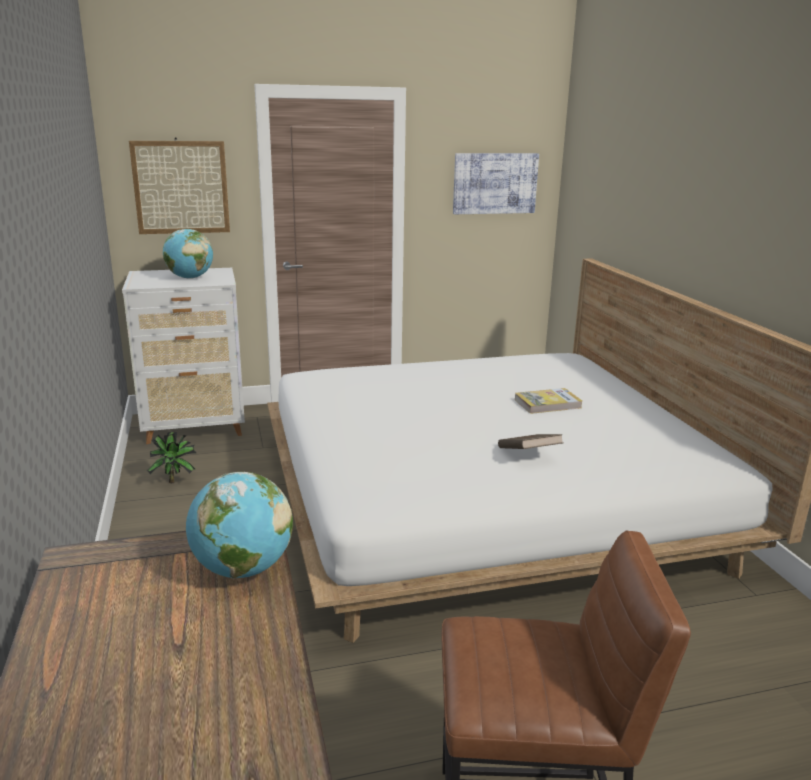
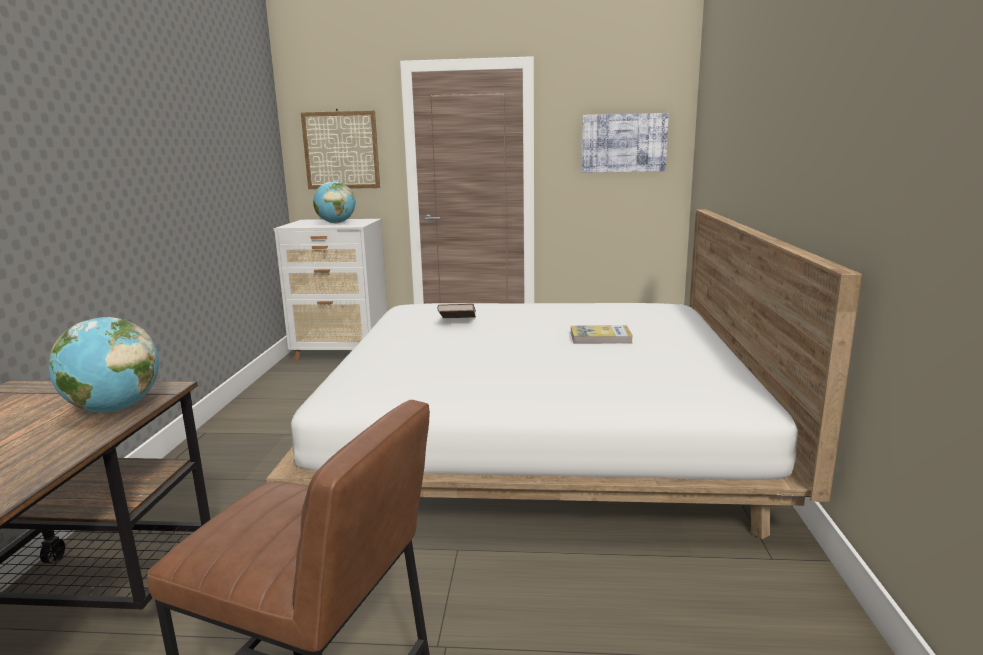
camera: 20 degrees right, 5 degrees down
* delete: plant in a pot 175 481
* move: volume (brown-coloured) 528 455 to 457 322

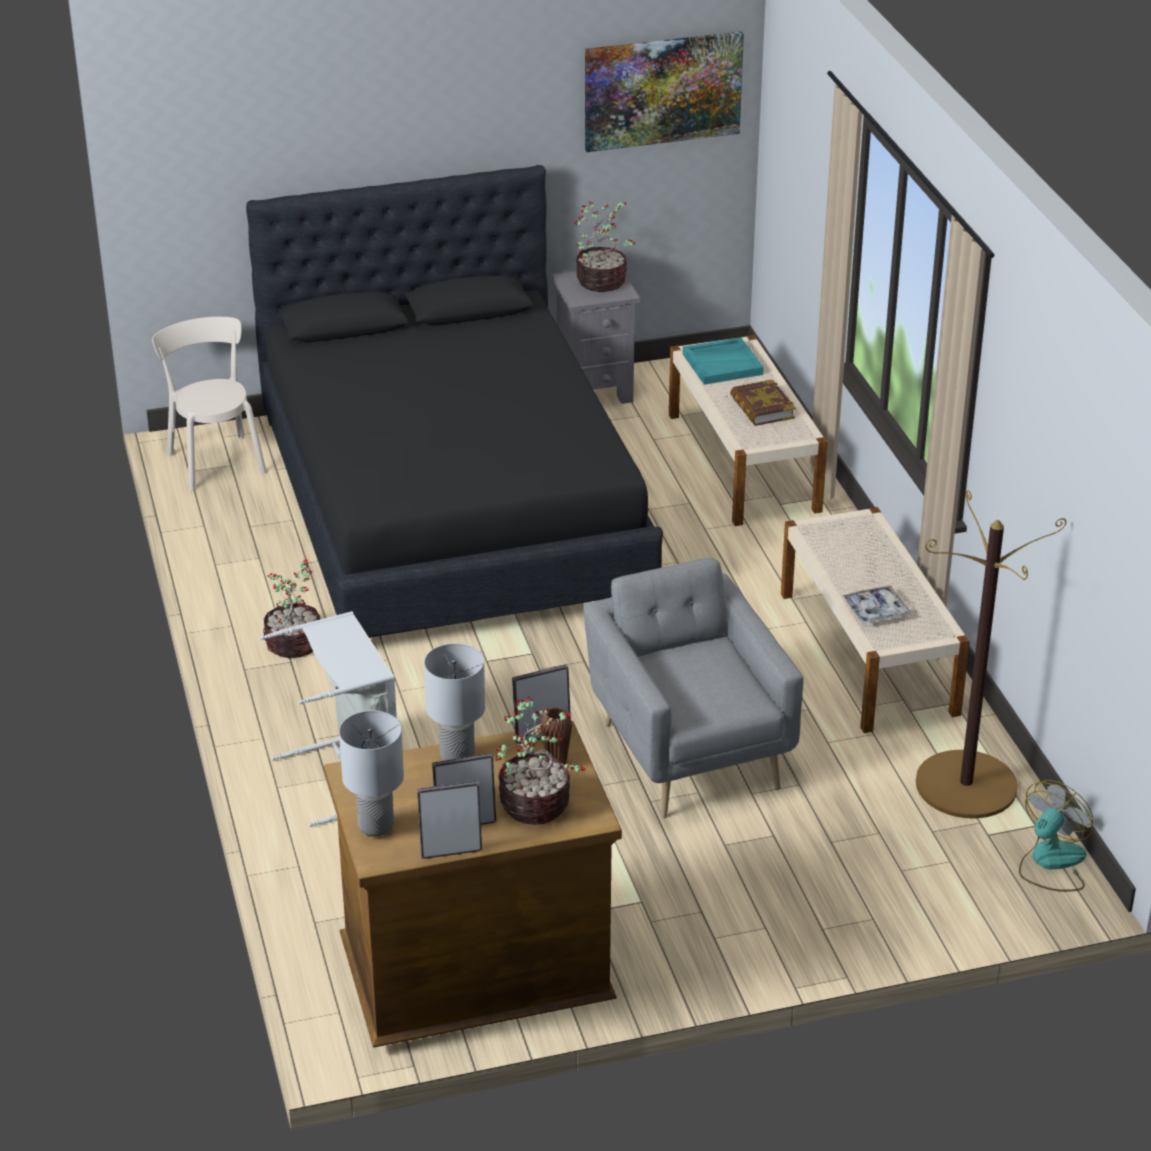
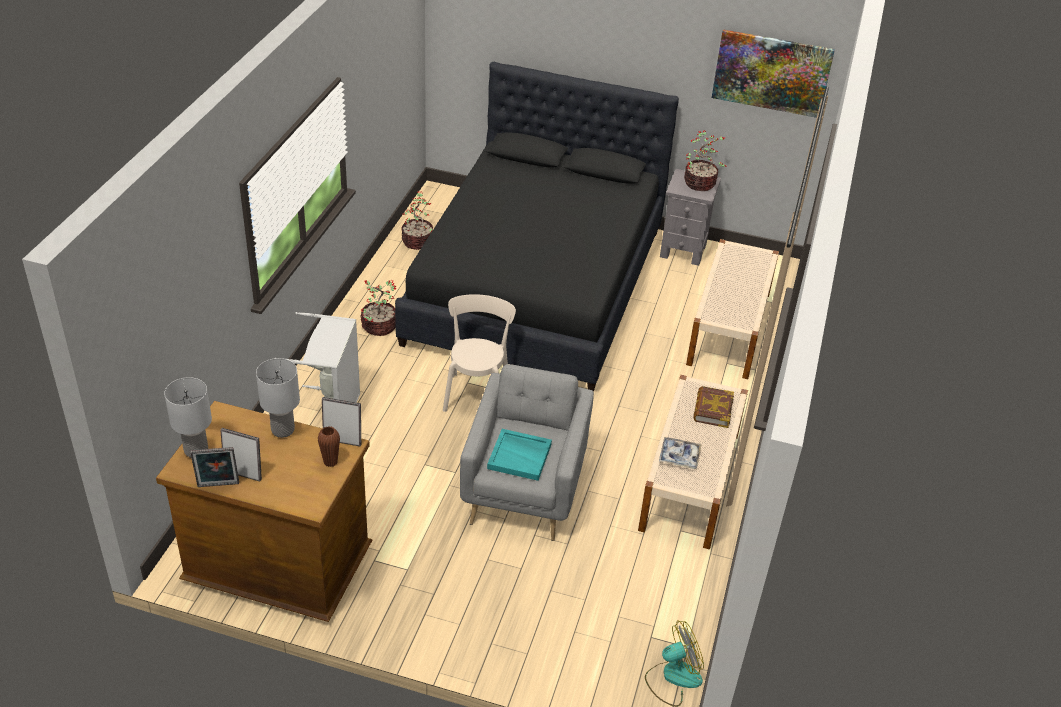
camera: 30 degrees right, 5 degrees up
* delete: clothes rack (brown-coloured) 966 785
* move: plain chair (beige) 215 460 to 477 393
* move: plant in a pot 537 805 to 418 242
* move: tray (blue-green) 723 364 to 520 456
* move: volume 762 408 to 712 410
* rotate: photo frame 451 850 = 218 486 150 degrees clockwise

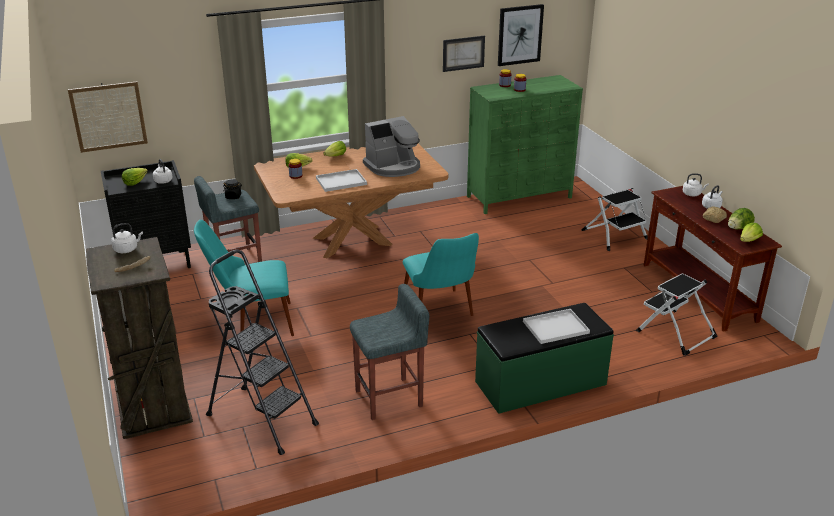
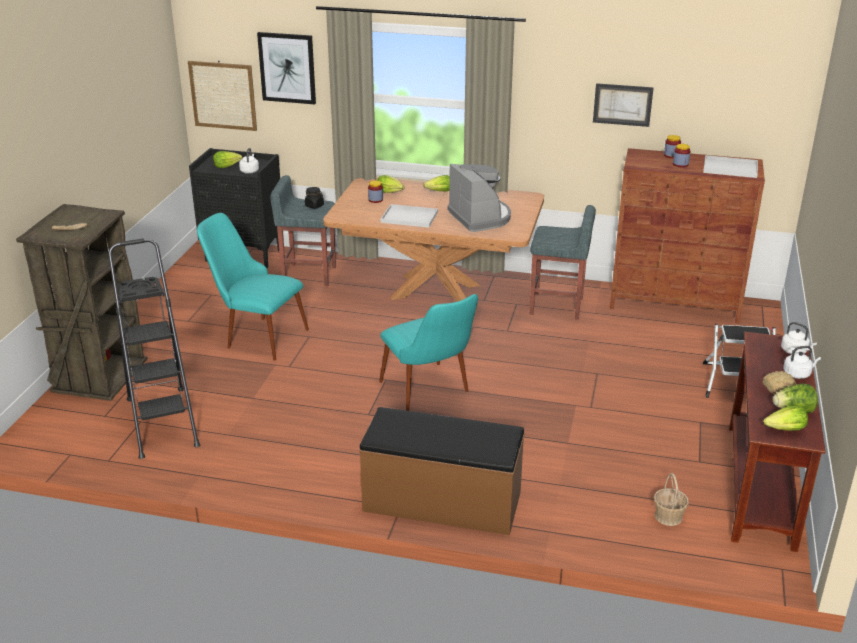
camera: 35 degrees right, 0 degrees up
* delete: tea kettle (whitish) 127 249
* move: sitting stool (gray) 390 398 to 557 306
* move: wall picture 520 35 to 287 68
* move: tray (whitish) 555 328 to 729 168
* replace: step stool 676 332 to household basket 668 516
* recolor: dresser (green) 519 197 to dresser (brown-coloured) 674 303
* recolor: bench (green) 541 383 to bench (brown-coloured) 442 502
* rotate: coffee machine 393 167 = 480 217 120 degrees counterclockwise
* rotate: plain chair (blue-green) 441 314 = 431 394 45 degrees counterclockwise

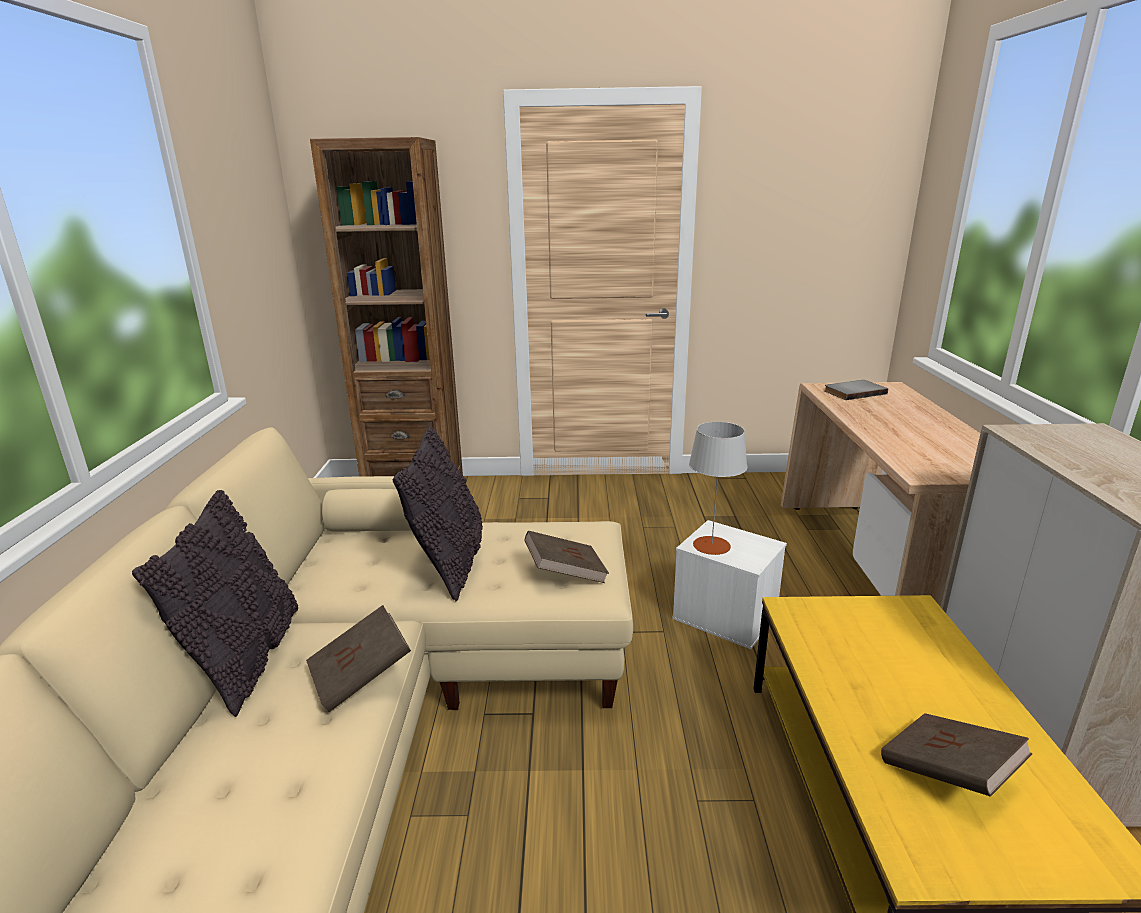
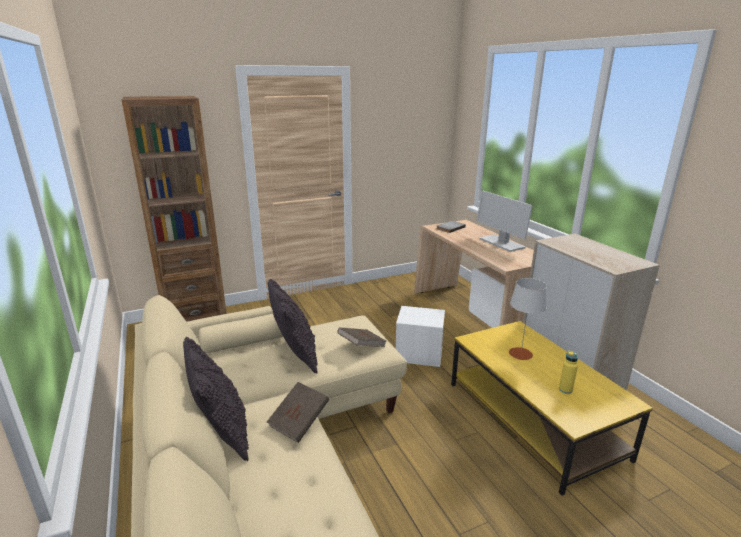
camera: 25 degrees left, 0 degrees up
* insert: computer screen 501 243
* move: tabletop lamp (gray) 711 545 to 520 353
* replace: volume (brown-coloured) 948 773 to drink bottle (yellow-coloured) 565 389

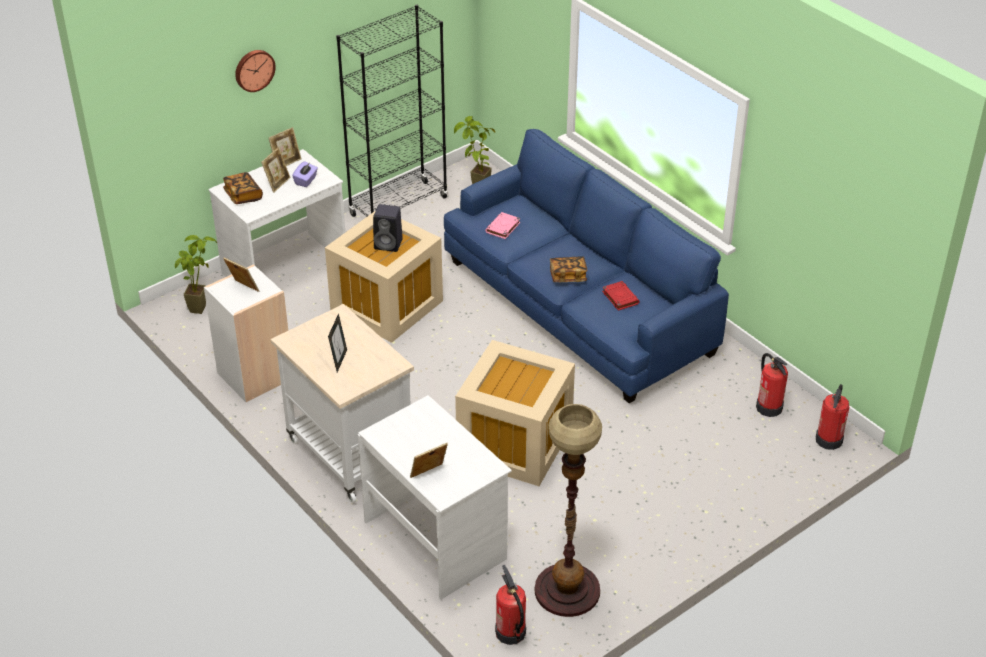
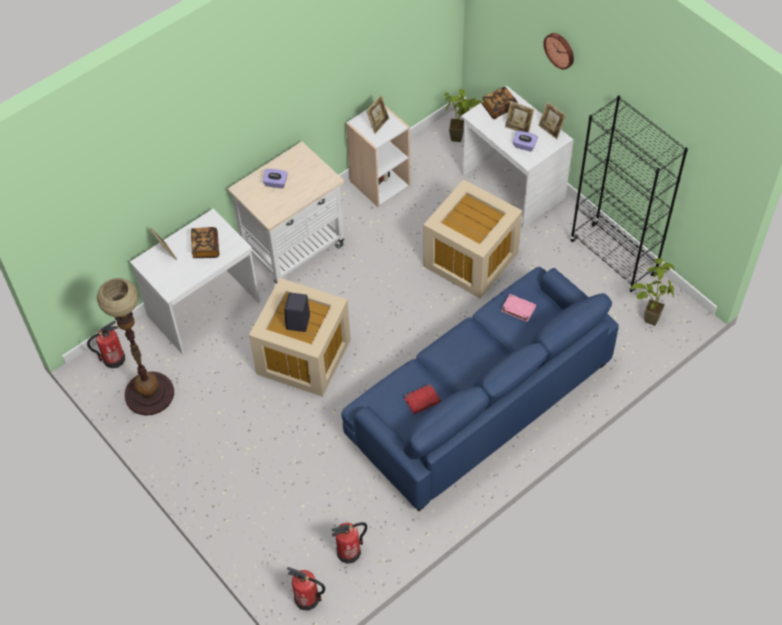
camera: 90 degrees right, 15 degrees up
* move: audio speaker (black) 389 244 to 298 323
* move: volume 568 276 to 205 247
* replace: photo frame 339 360 to tissue box (purple) 275 183

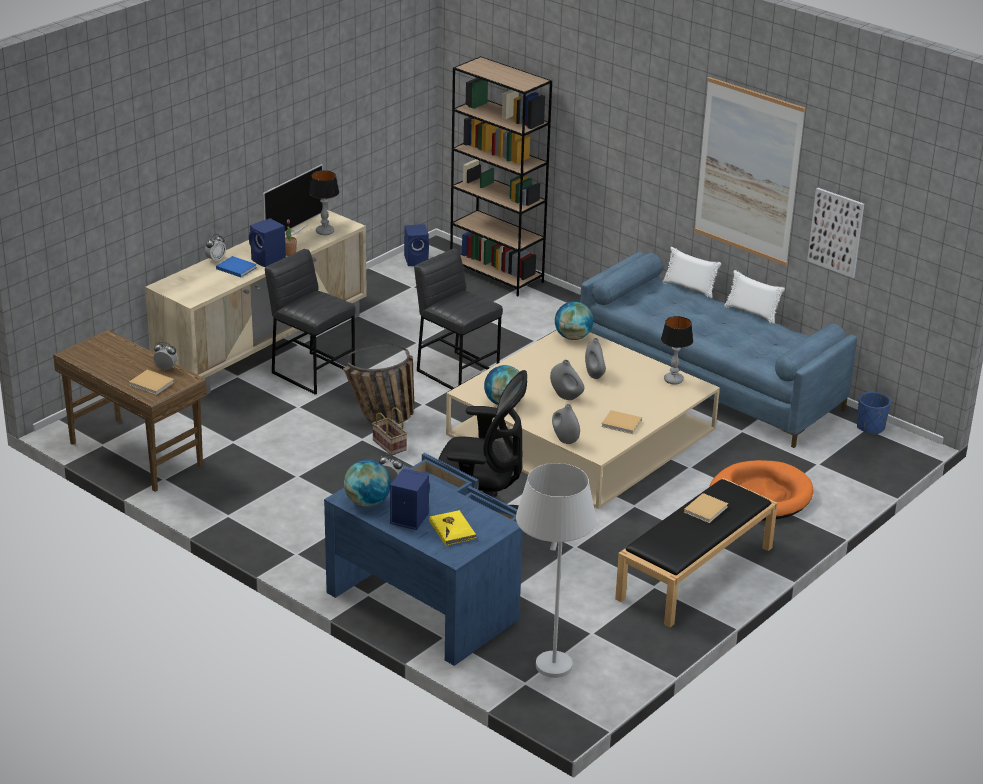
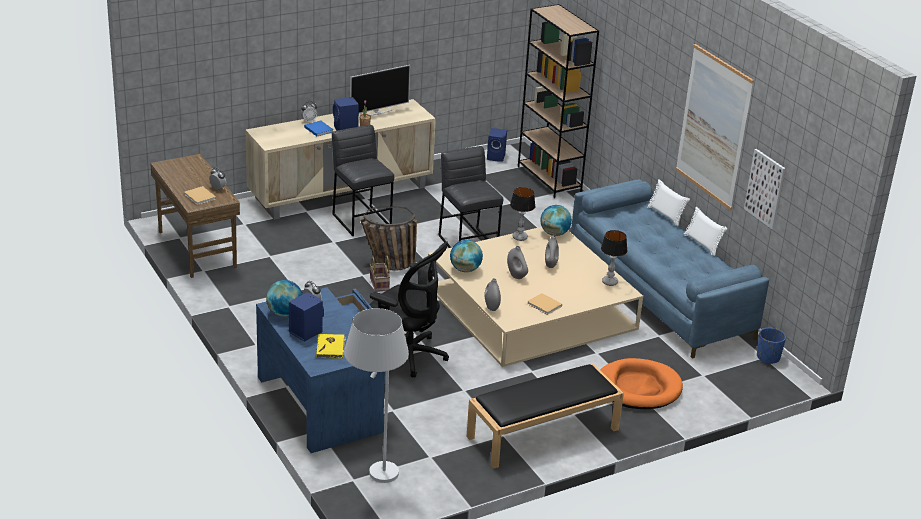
camera: 20 degrees right, 0 degrees up
* delete: volume (beige) 706 509
* move: tabletop lamp 324 232 to 519 237

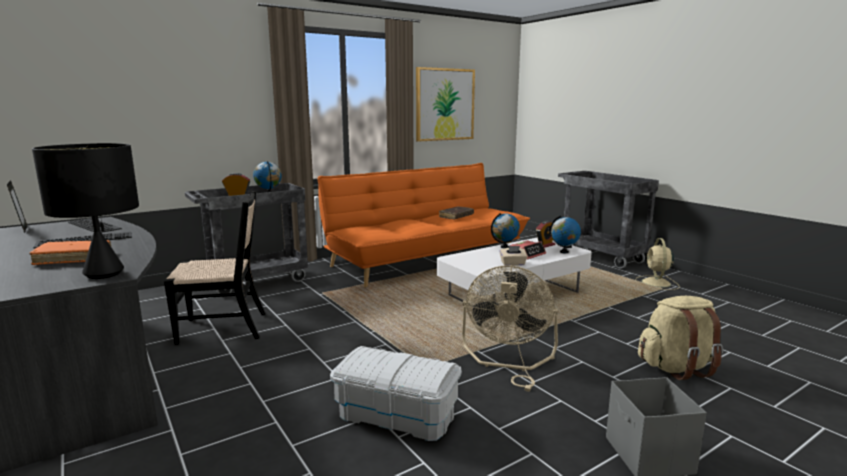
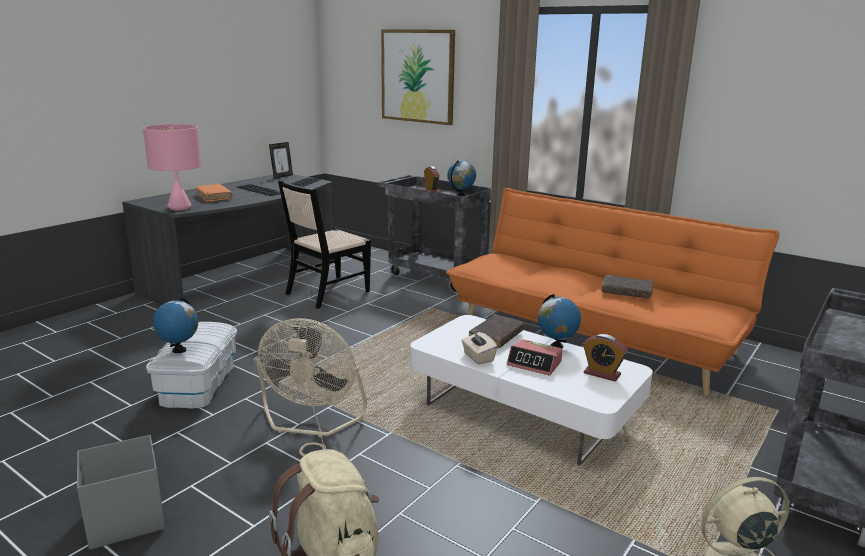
camera: 70 degrees right, 5 degrees up
* insert: volume (brown-coloured) 496 337
* move: wall picture 445 104 to 417 76
* move: globe 564 252 to 179 350
* recolor: tabletop lamp (black) 104 274 to tabletop lamp (pink-coloured) 179 208
* rotate: plain chair 223 329 = 328 293 75 degrees clockwise
* rotate: electric fan (beige) 509 362 = 309 426 75 degrees counterclockwise

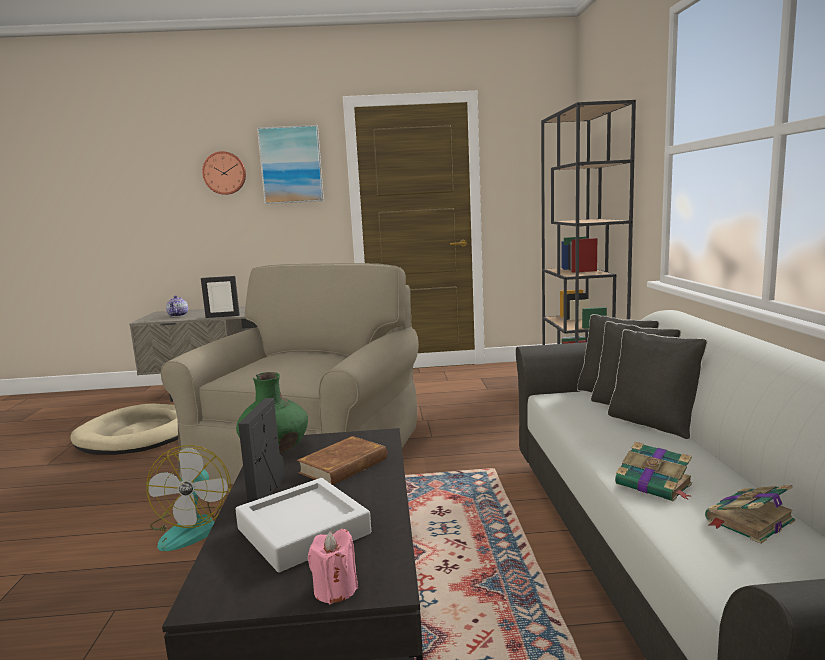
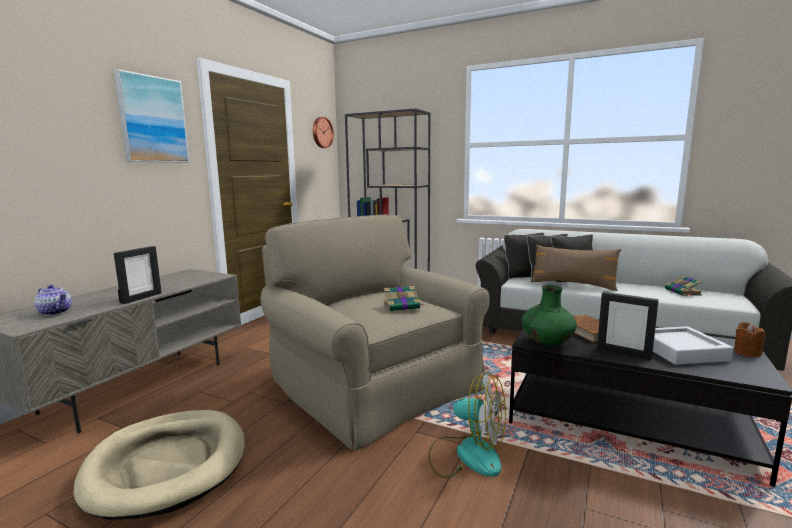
camera: 60 degrees left, 0 degrees up
* insert: pillow (brown-coloured) 573 284
* move: wall clock 224 173 to 321 132
* move: volume 655 485 to 402 306
* recolor: wax light (pink-coloured) 335 590 to wax light (brown-coloured) 747 353

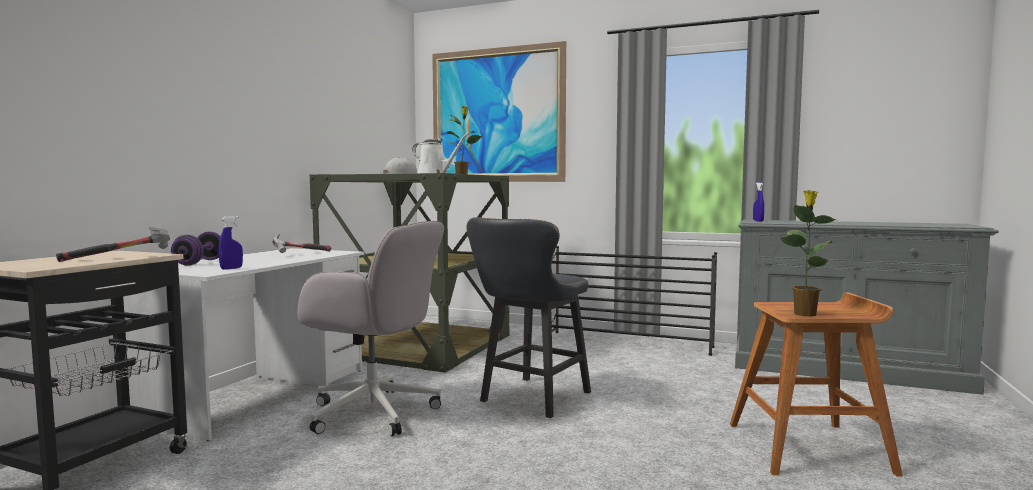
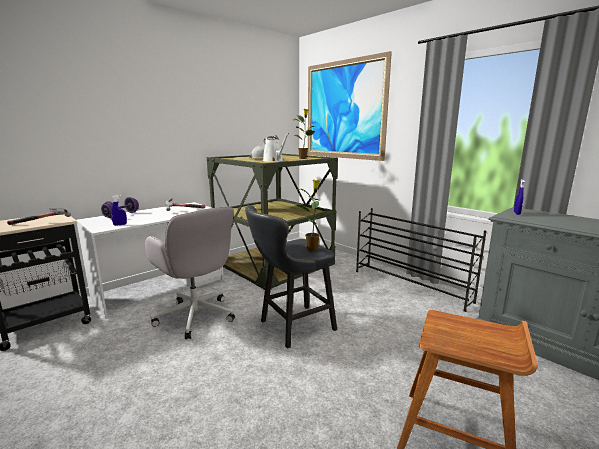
camera: 25 degrees right, 10 degrees up
* move: plant in a pot 805 314 to 313 248

